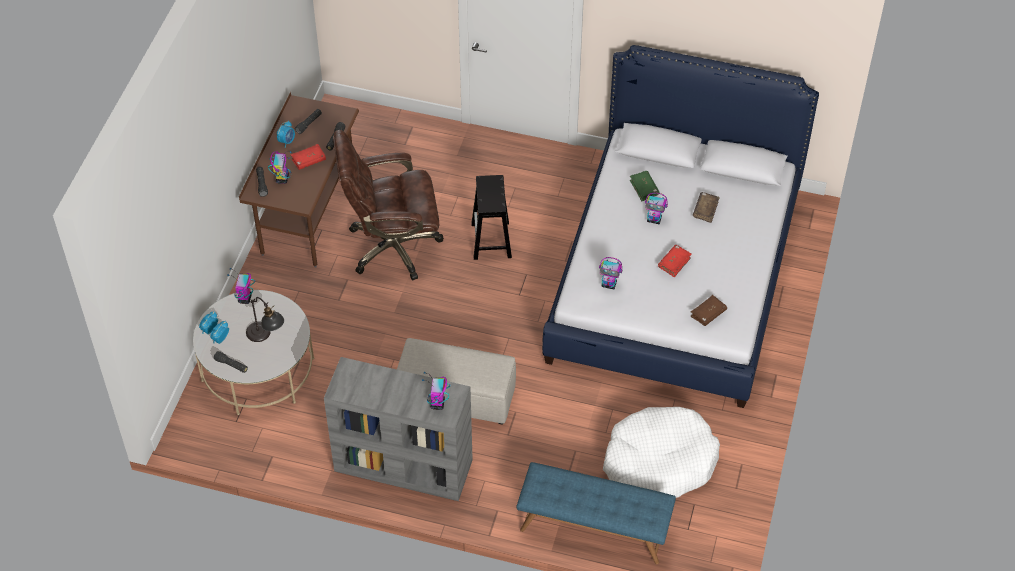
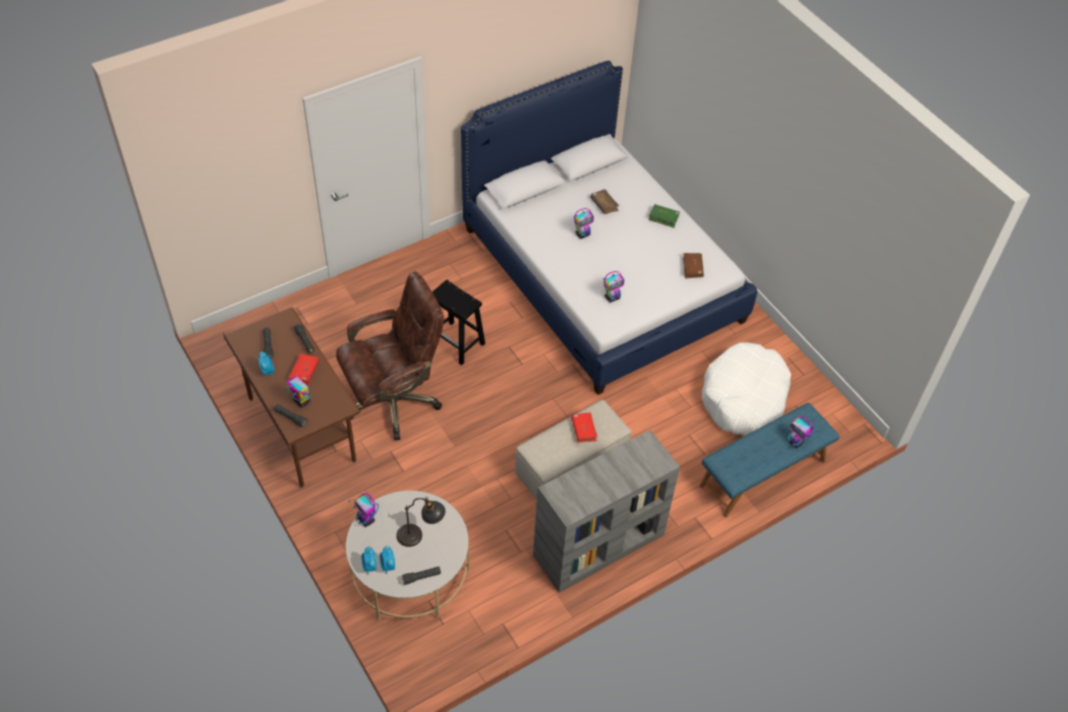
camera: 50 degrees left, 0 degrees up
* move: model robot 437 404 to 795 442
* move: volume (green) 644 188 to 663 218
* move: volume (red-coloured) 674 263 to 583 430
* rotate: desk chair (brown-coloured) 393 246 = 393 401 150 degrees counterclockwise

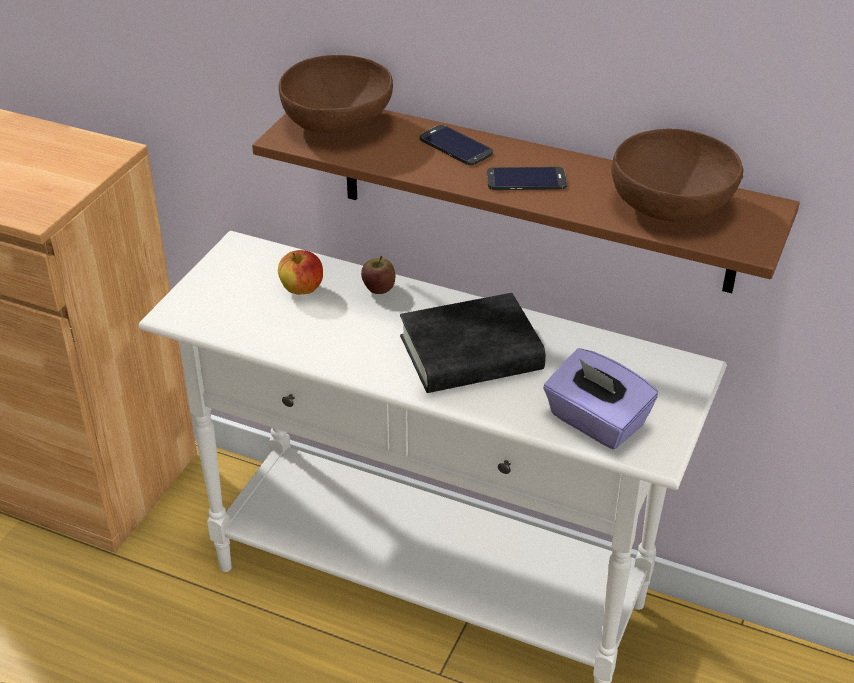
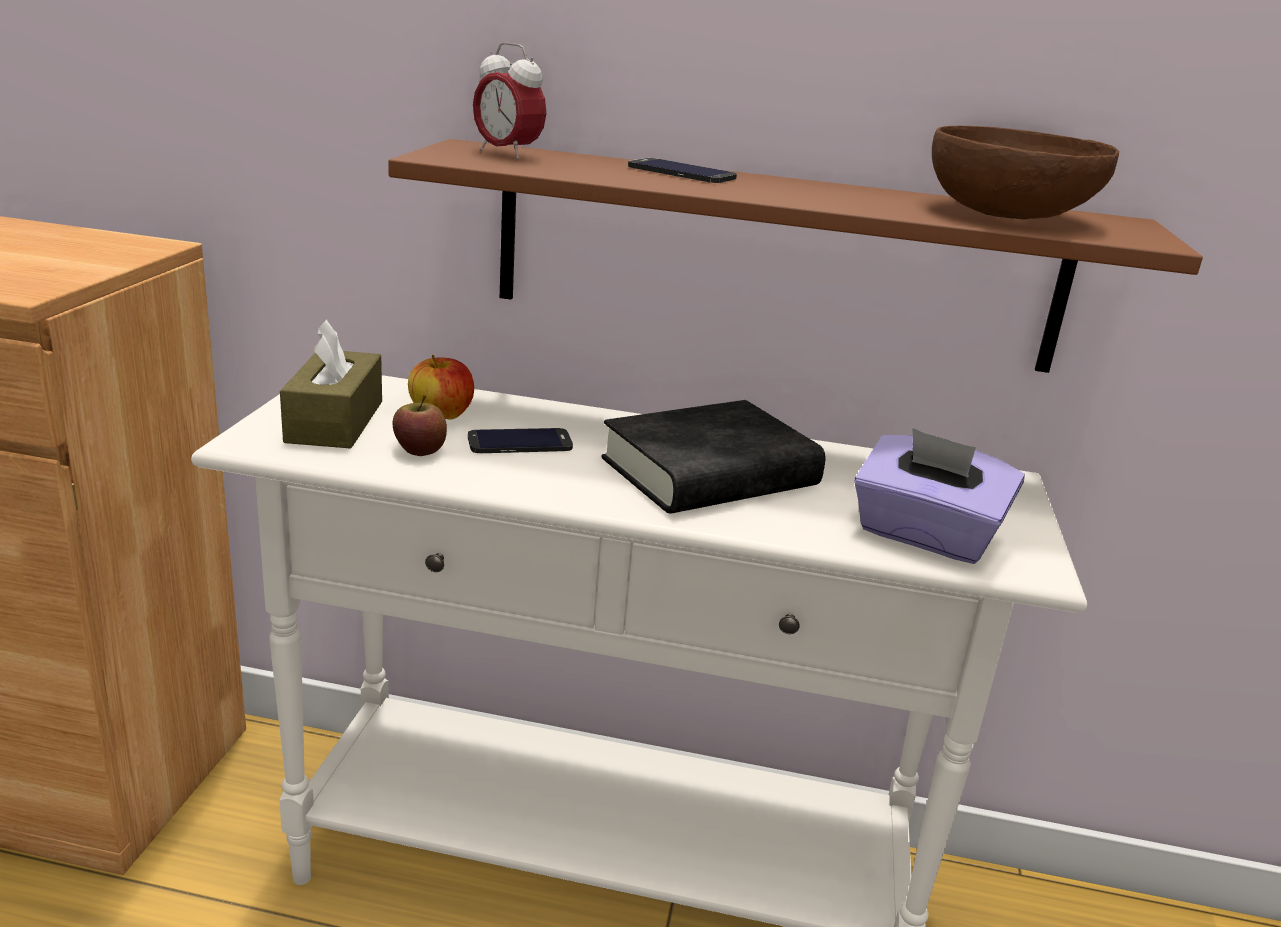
camera: 15 degrees left, 15 degrees down
* insert: tissue box (brown-coloured) 335 421
* move: apple 378 288 to 419 450
* move: handset 526 180 to 520 442
* replace: bowl (brown-coloured) 338 124 to bedside clock 507 154

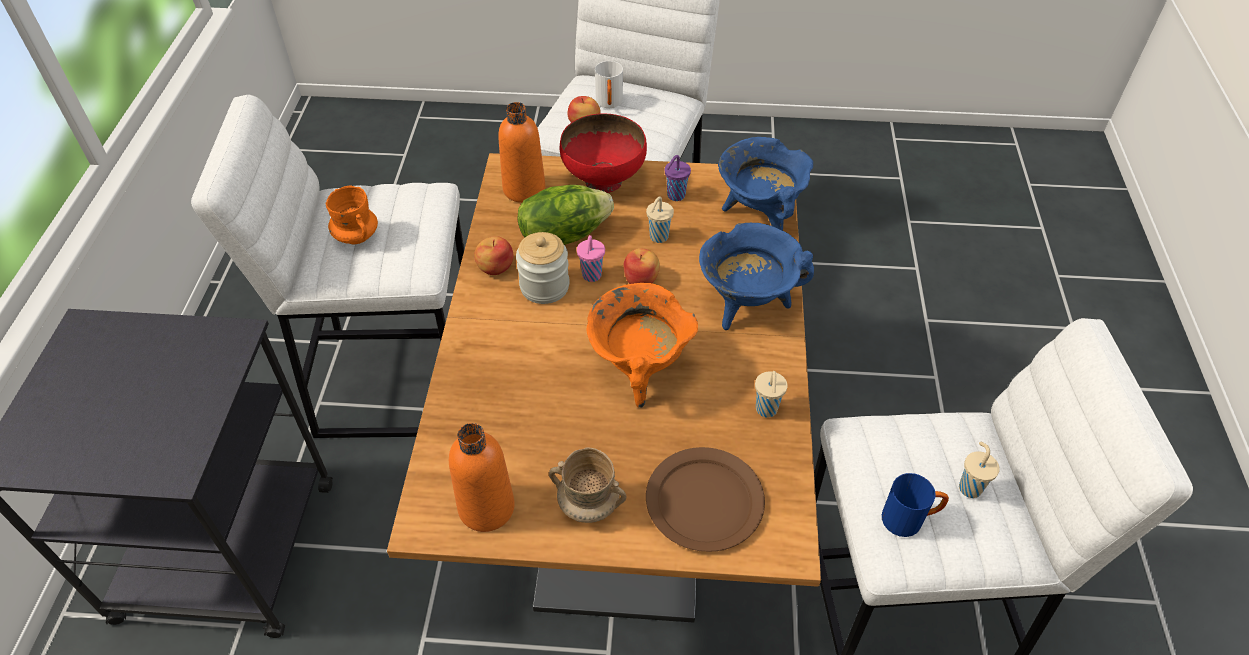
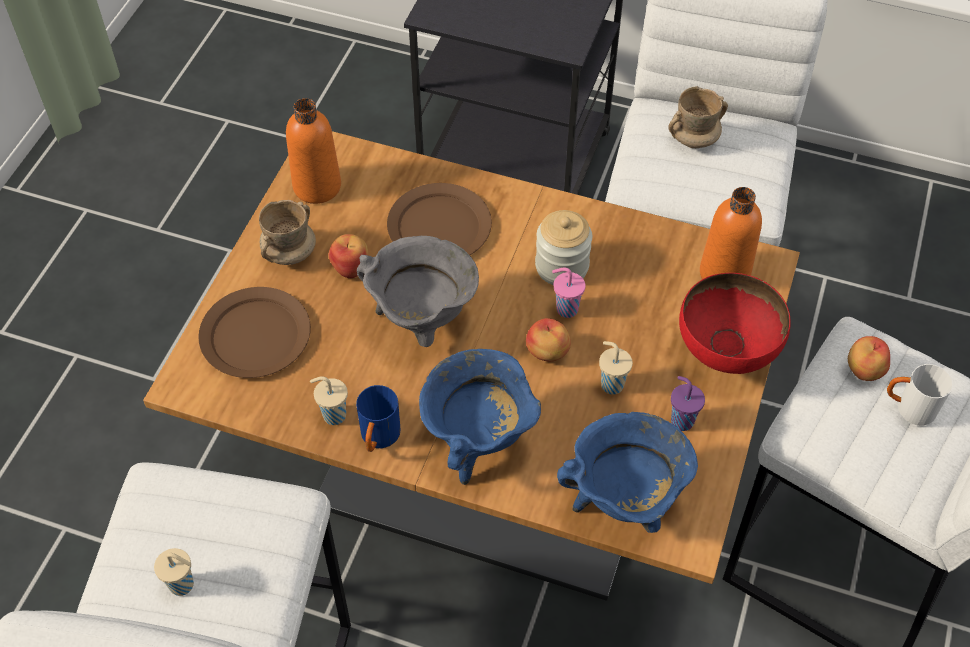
camera: 105 degrees right, 5 degrees up
* delete: lettuce head 564 234
* insert: flat dish (brown-coloured) 440 226
* move: apple 495 267 to 351 267
* move: tea mug (blue) 909 519 to 378 439
* recolor: tea mug (orangey) 356 236 to tea mug (beige) 694 138
* recolor: saucepot (orangey) 639 370 to saucepot (gray) 422 321

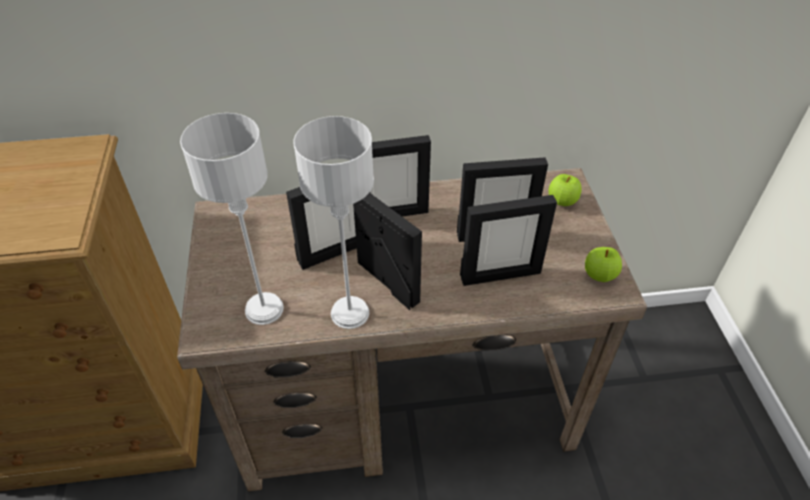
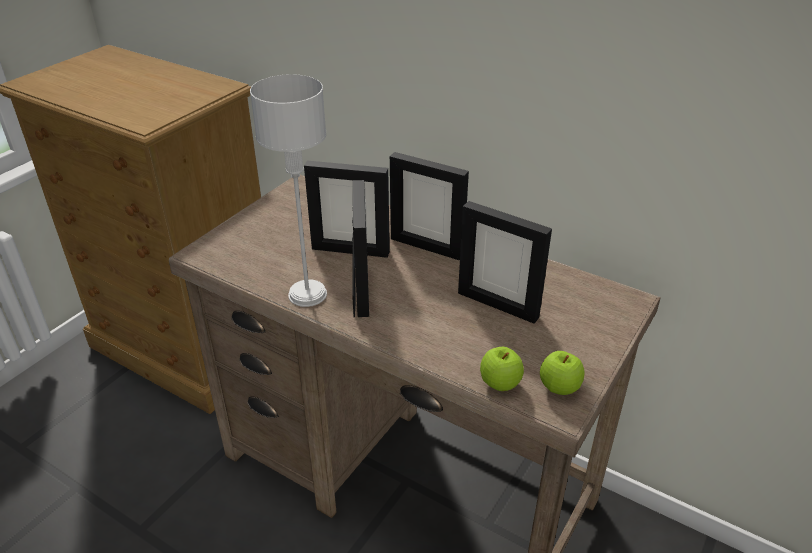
camera: 40 degrees right, 10 degrees down
* delete: tabletop lamp (gray) 265 309
* delete: photo frame 500 274
* move: apple 562 202 to 500 384

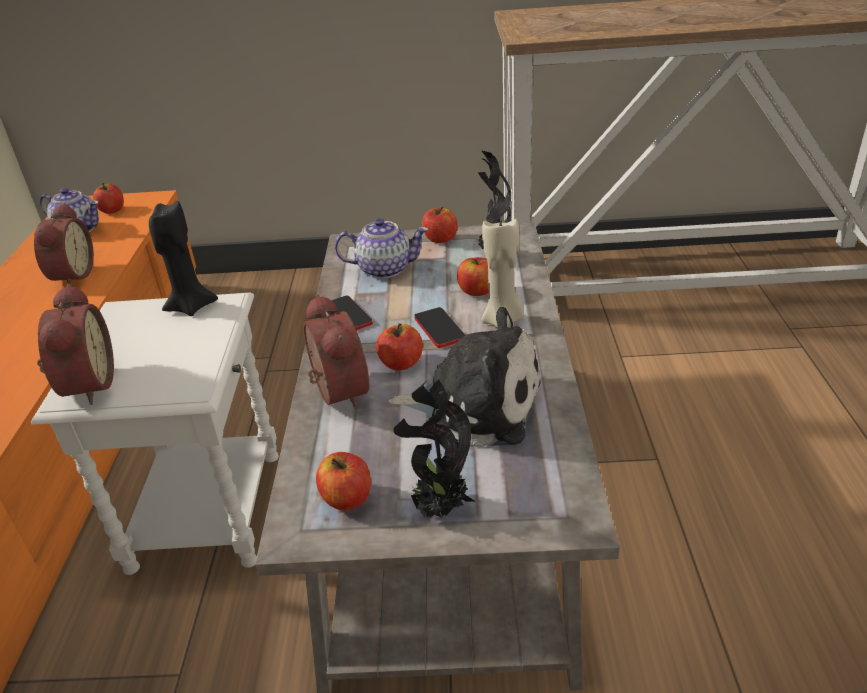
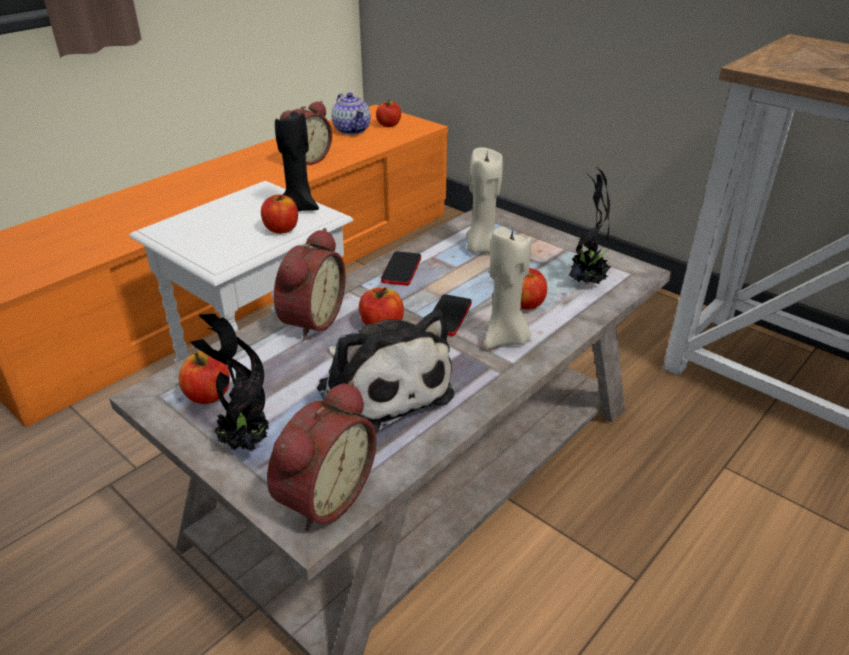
camera: 40 degrees right, 0 degrees up
* move: bedside clock 85 385 to 322 496
* move: apple 440 239 to 281 229
* replace: pot for tea 384 269 to wax light (beige) 481 248

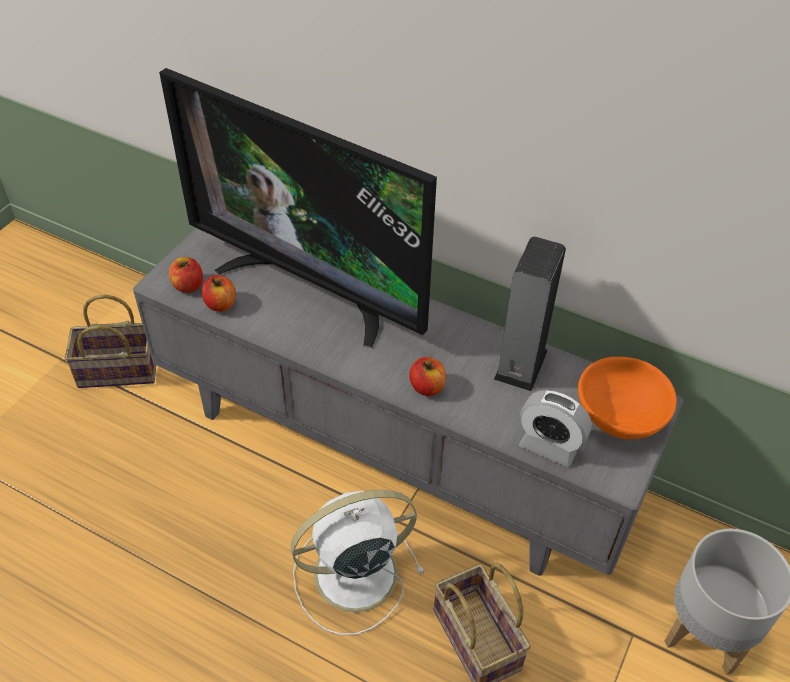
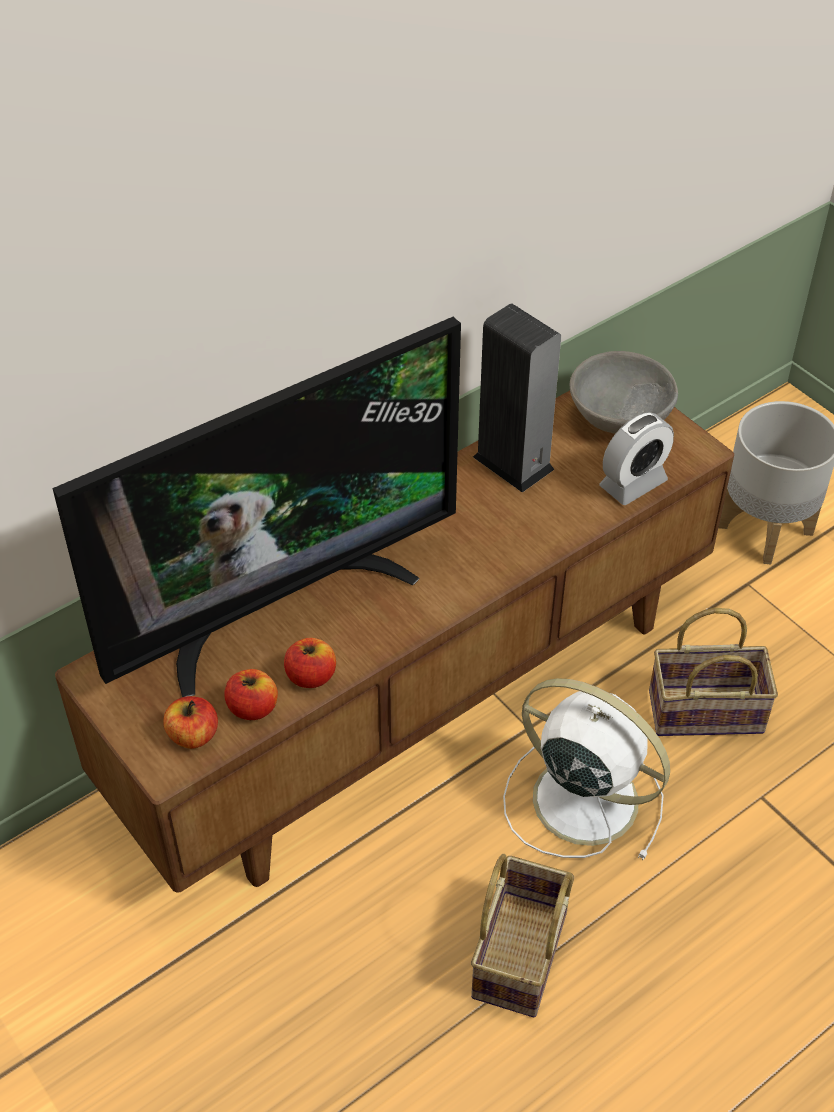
camera: 65 degrees left, 0 degrees up
* move: household basket 116 372 to 521 958
* move: apple 427 387 to 311 676
* recolor: media console (gray) 395 443 to media console (brown-coloured) 416 690
* recolor: bowl (orangey) 620 416 to bowl (gray) 620 417
* rotate: electric fan (whitish) 352 575 = 580 797 120 degrees clockwise

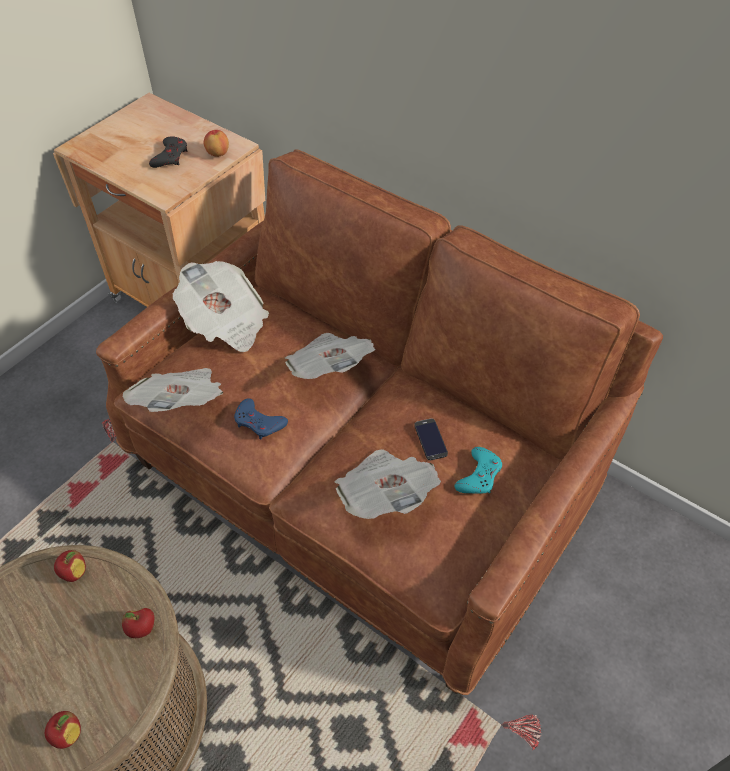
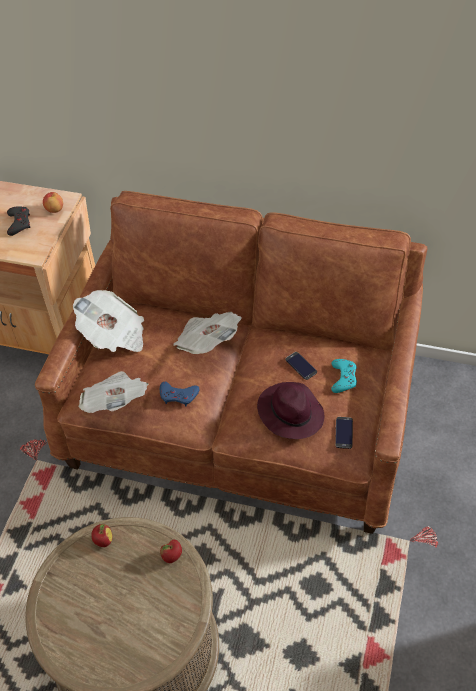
camera: 20 degrees left, 0 degrees up
* delete: apple 68 734
* insert: handset 344 433
* replace: printed paper 385 495 to wearable hat (purple) 290 412

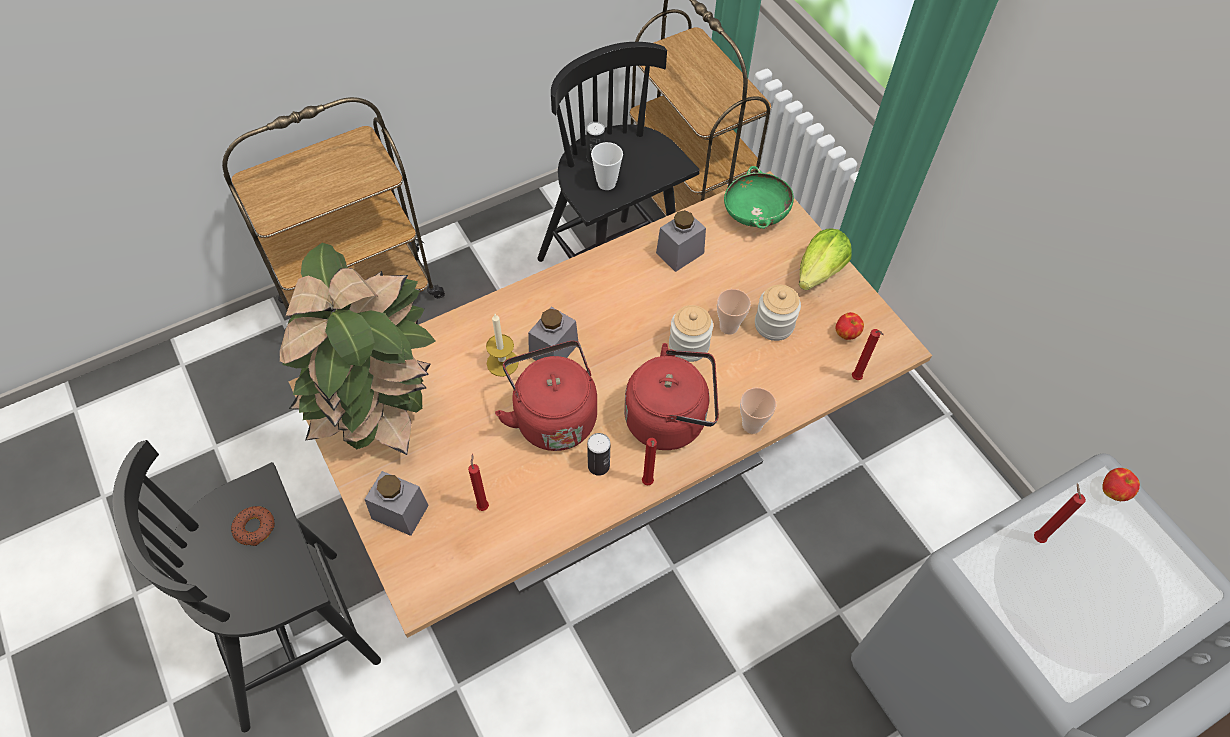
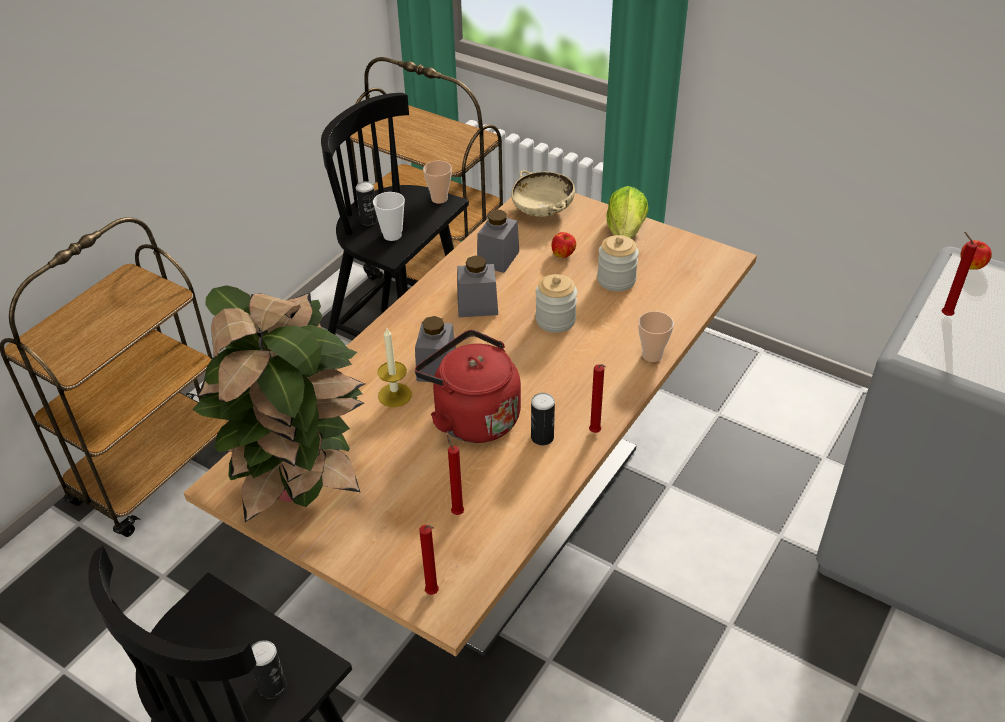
camera: 25 degrees left, 15 degrees down
* delete: ring doughnut 255 528
* delete: tea kettle (red-coloured) 670 419
* insert: can 272 686
* move: storage jar (gray) 400 512 to 477 306
* move: cup 728 326 to 439 199
* move: apple 846 334 to 563 254
* move: wax light (red-coloured) 857 379 to 433 593
* recolor: bowl (green) 755 214 to bowl (beige) 542 211

